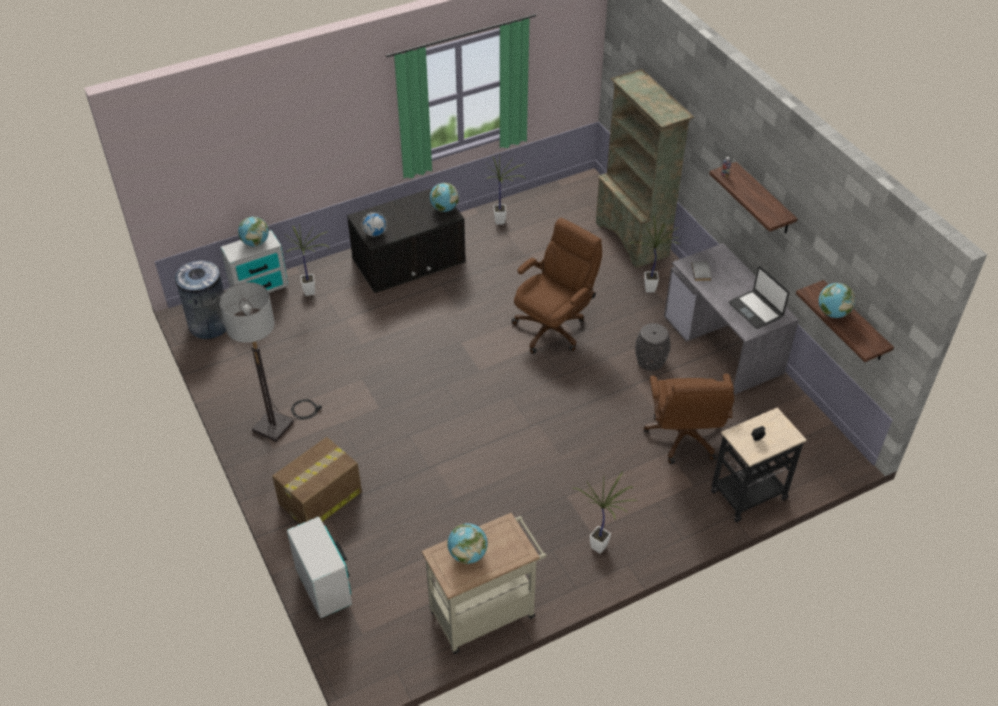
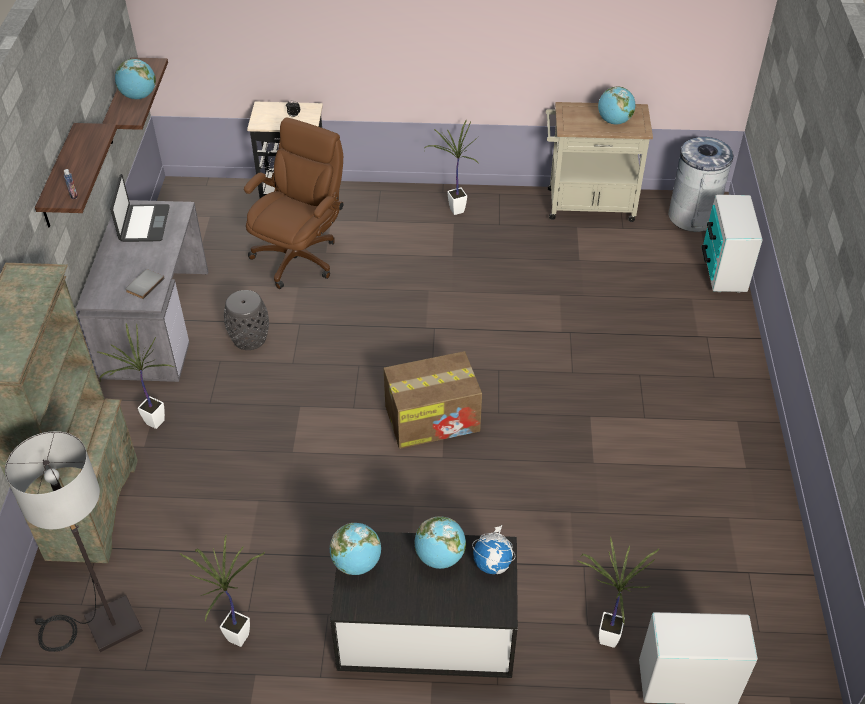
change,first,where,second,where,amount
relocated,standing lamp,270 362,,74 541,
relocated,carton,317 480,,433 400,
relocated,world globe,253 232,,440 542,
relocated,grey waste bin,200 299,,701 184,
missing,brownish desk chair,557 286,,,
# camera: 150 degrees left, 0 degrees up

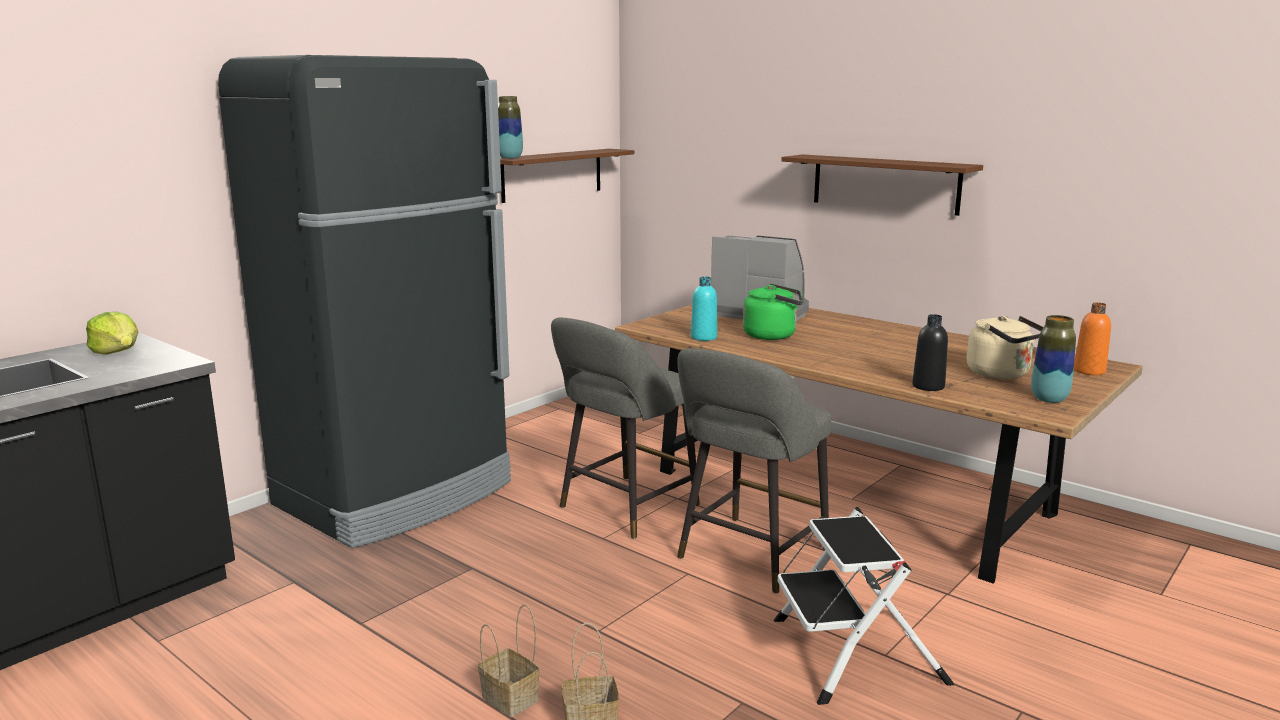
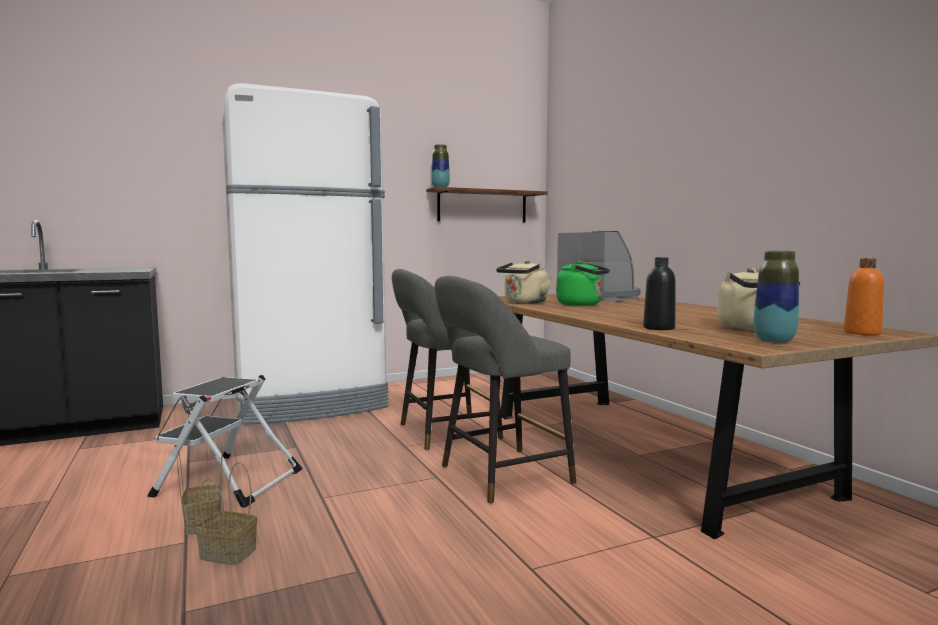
change,first,where,second,where,amount
relocated,stepladder,864 606,,225 441,
colour,black-coloured fridge,364 301,white fridge,305 254,
exchanged,turquoise beverage bottle,704 309,beige-coloured kettle,524 282,
missing,head of lettuce,112 333,,,
missing,brownish shelf,882 185,,,
# camera: 25 degrees right, 10 degrees down

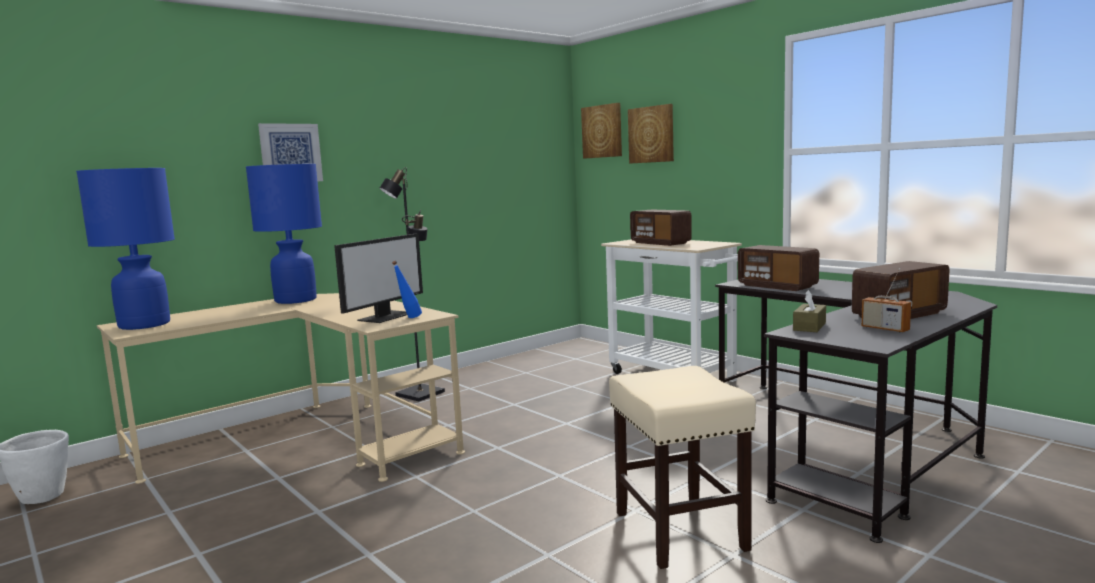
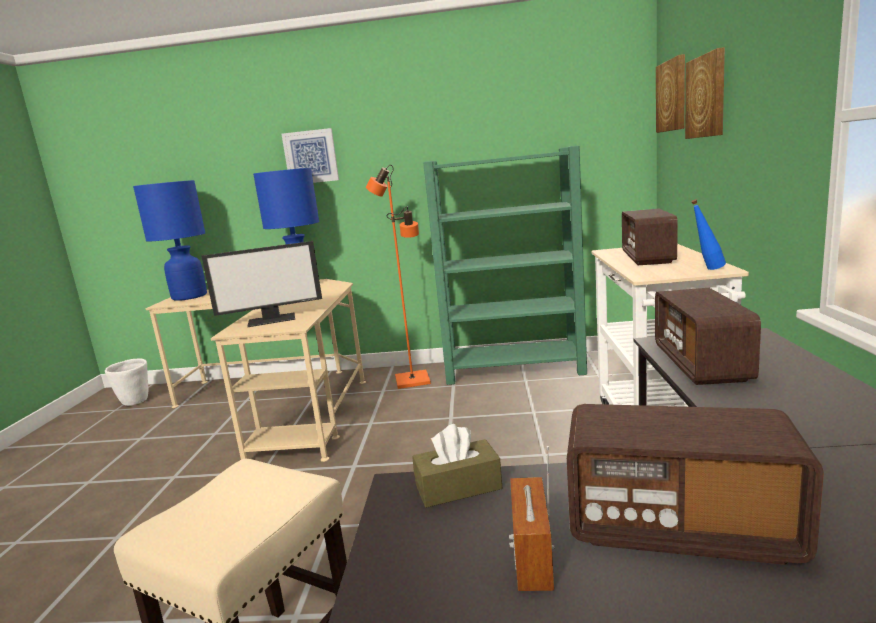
change,first,where,second,where,amount
colour,black-coloured standing lamp,412 284,orangey standing lamp,398 277,
appeared,,,green-coloured bookcase,505 265,
relocated,bluish beverage bottle,407 289,,708 234,
# camera: 45 degrees right, 5 degrees up

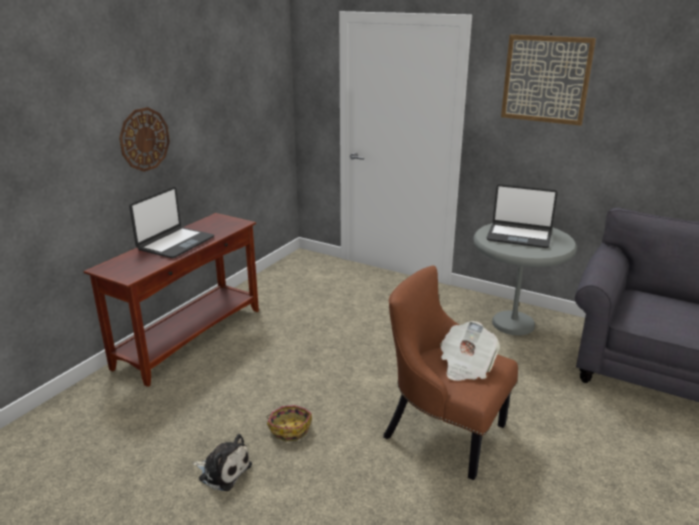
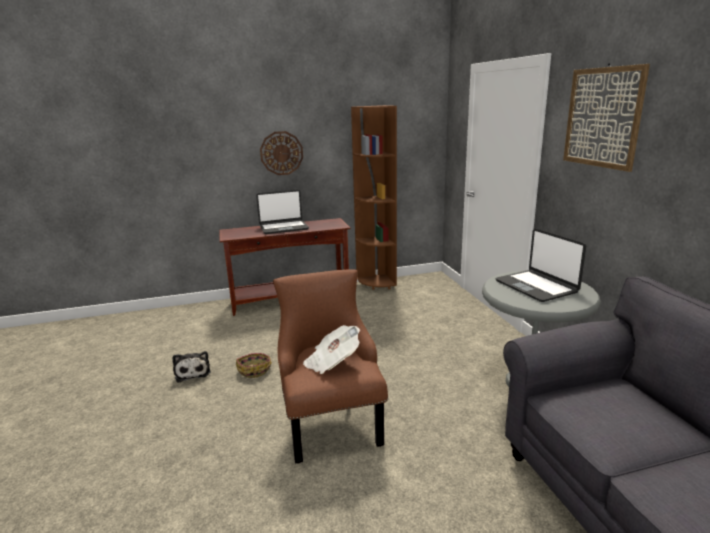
change,first,where,second,where,amount
appeared,,,brownish bookcase,374 197,
# camera: 45 degrees right, 5 degrees down

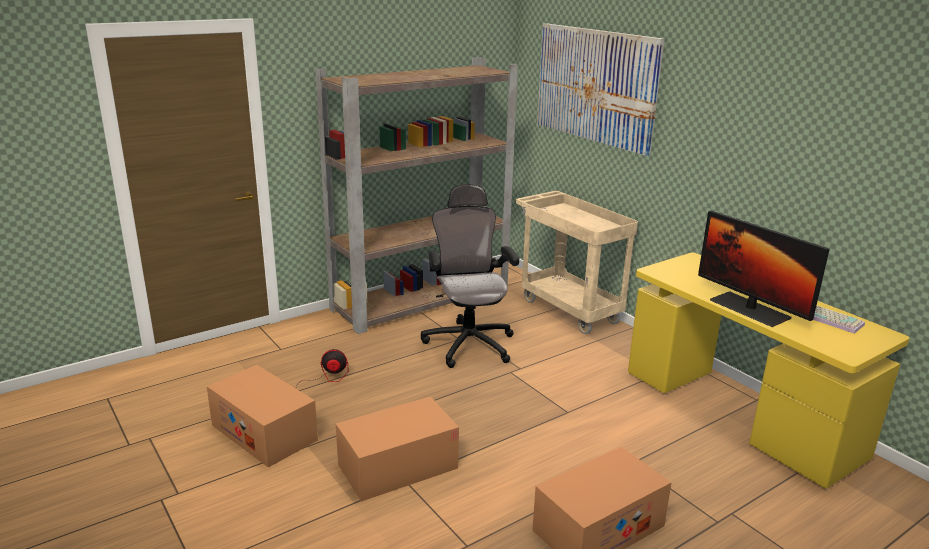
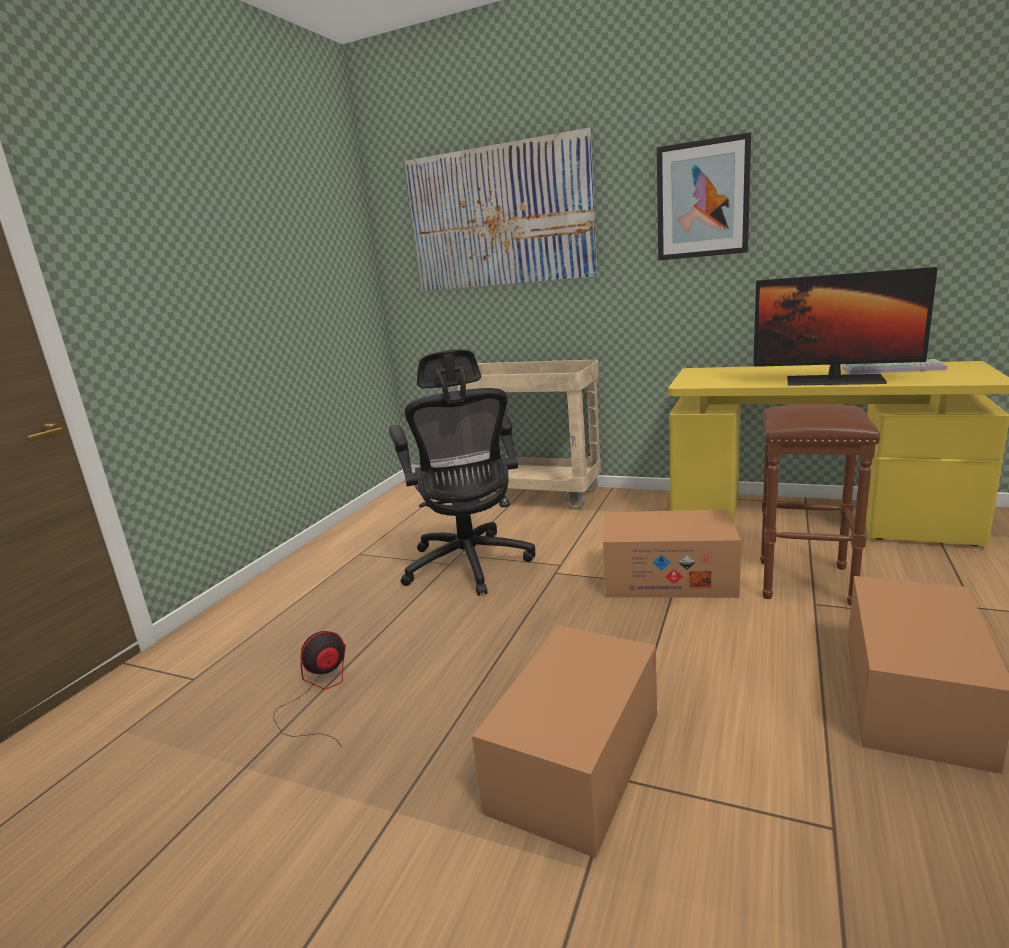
change,first,where,second,where,amount
spun,desk chair,470 276,,462 472,150 degrees counterclockwise
relocated,carton,262 416,,672 553,
appeared,,,picture,704 196,
appeared,,,brownish stool seat,820 505,
missing,brownish bookcase,416 195,,,
# camera: 30 degrees left, 5 degrees down

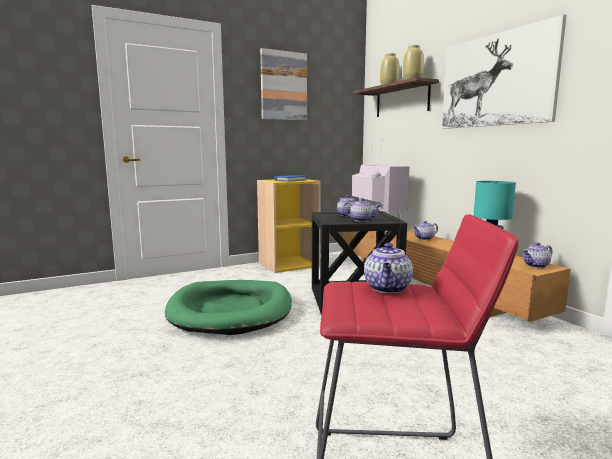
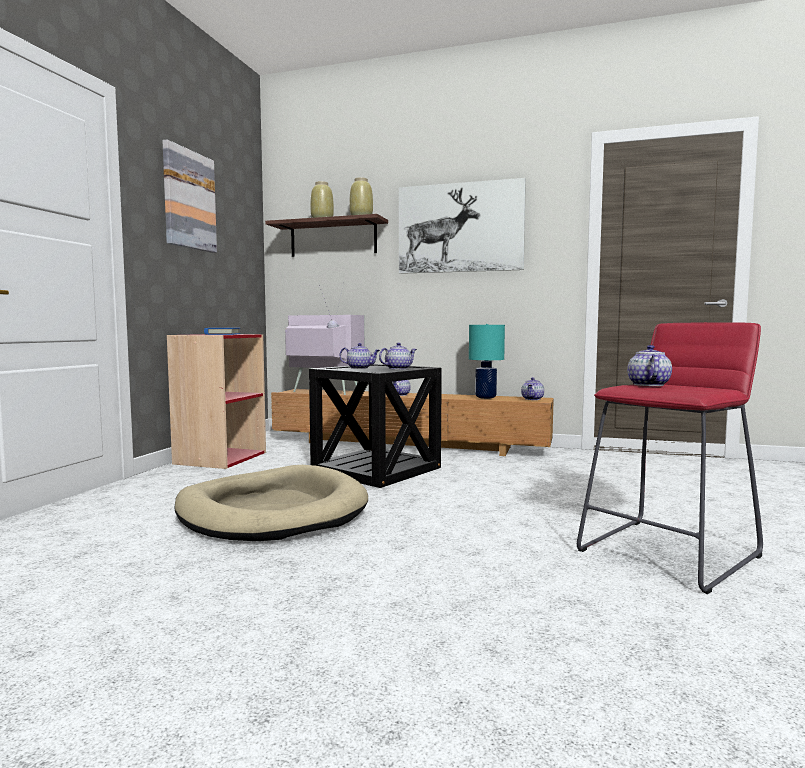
change,first,where,second,where,amount
colour,yellowish bookcase,289 226,red-coloured bookcase,216 401,
colour,green-coloured dog cushion,228 307,beige-coloured dog cushion,271 503,
spun,teapot,388 268,,649 365,135 degrees counterclockwise
# camera: 45 degrees left, 5 degrees down

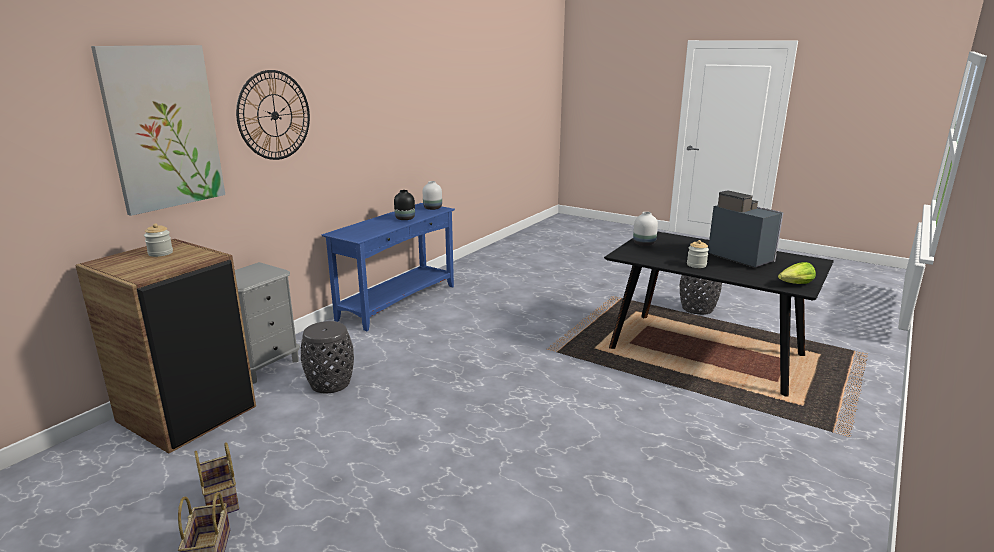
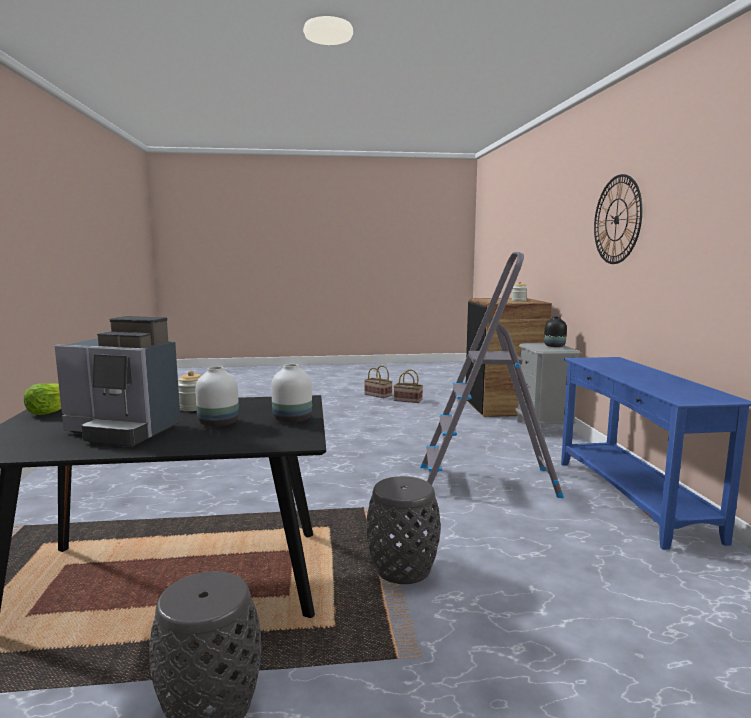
change,first,where,second,where,amount
relocated,white decorative vase,432 195,,217 396,
relocated,grey stool seat,327 357,,403 530,
appeared,,,grey stepladder,492 375,
relocated,black-coloured decorative vase,404 205,,555 332,
missing,picture,158 130,,,
# camera: 140 degrees right, 10 degrees down

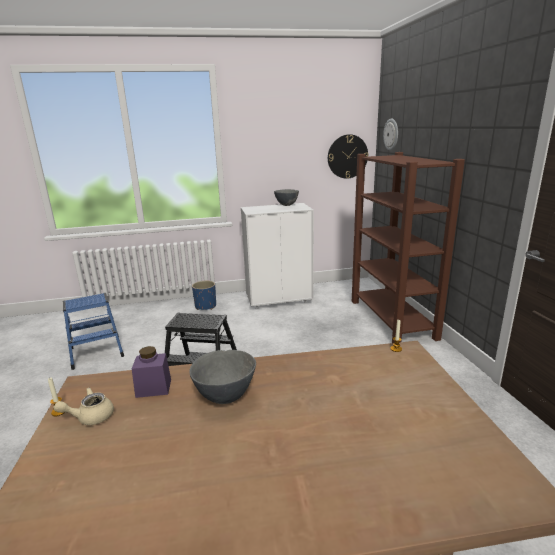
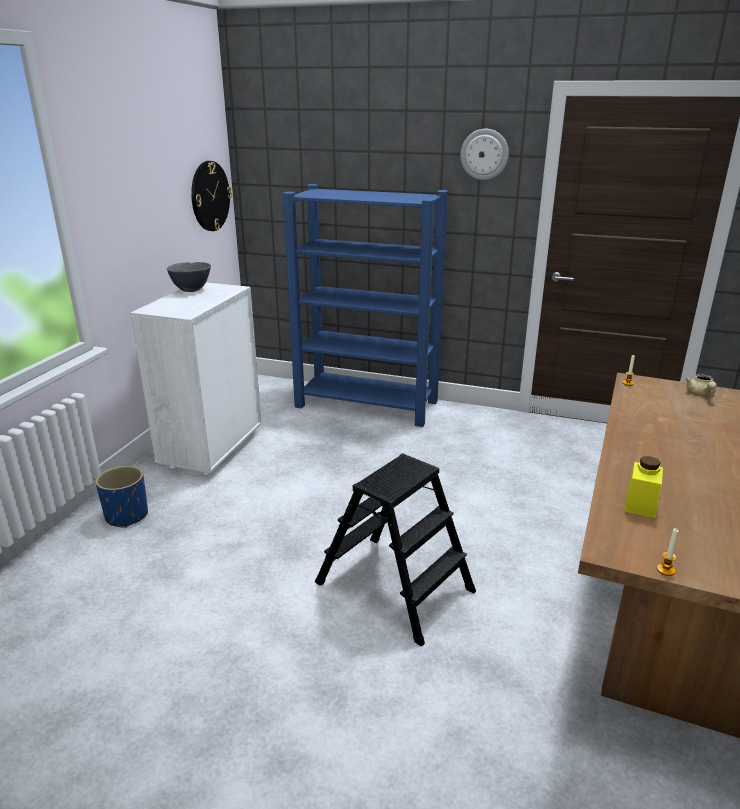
change,first,where,second,where,amount
colour,brownish bookcase,408 247,bluish bookcase,365 305,
relocated,clock on the wall,390 134,,484 154,
colour,purple preserve jar,151 372,yellowish preserve jar,643 487,
relocated,beige-coloured teapot,83 406,,701 384,
missing,bluish stepladder,93 331,,,
missing,grey bowl,222 377,,,
# camera: 60 degrees left, 5 degrees up

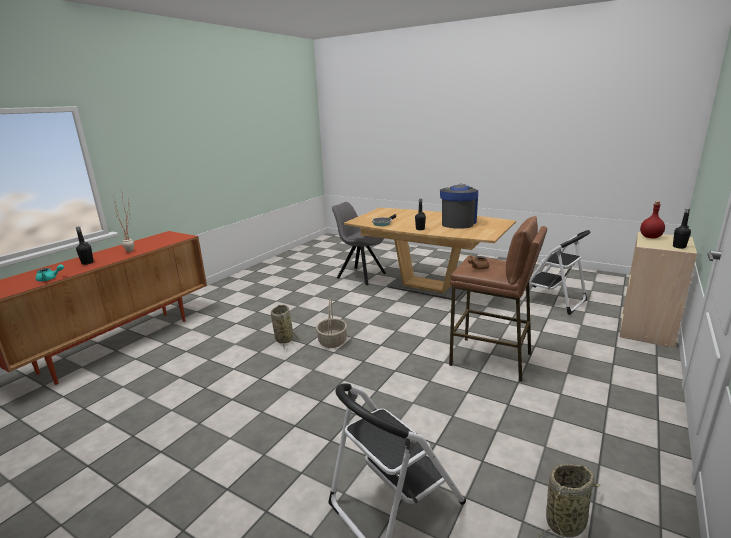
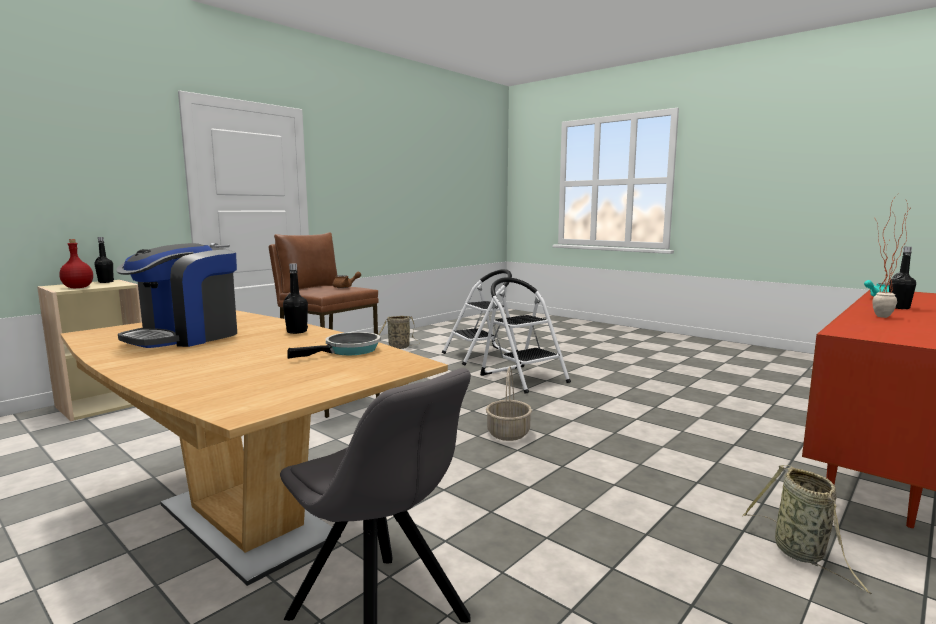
change,first,where,second,where,amount
relocated,stepladder,560 272,,525 335,
relocated,basket,286 327,,807 529,
# camera: 170 degrees left, 10 degrees down

